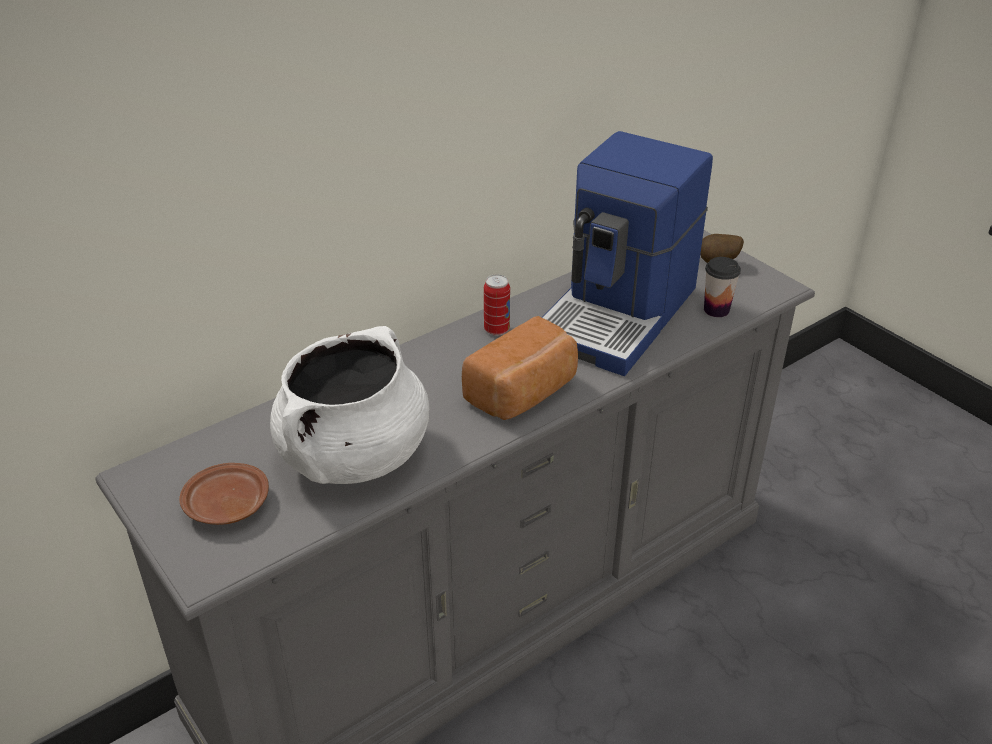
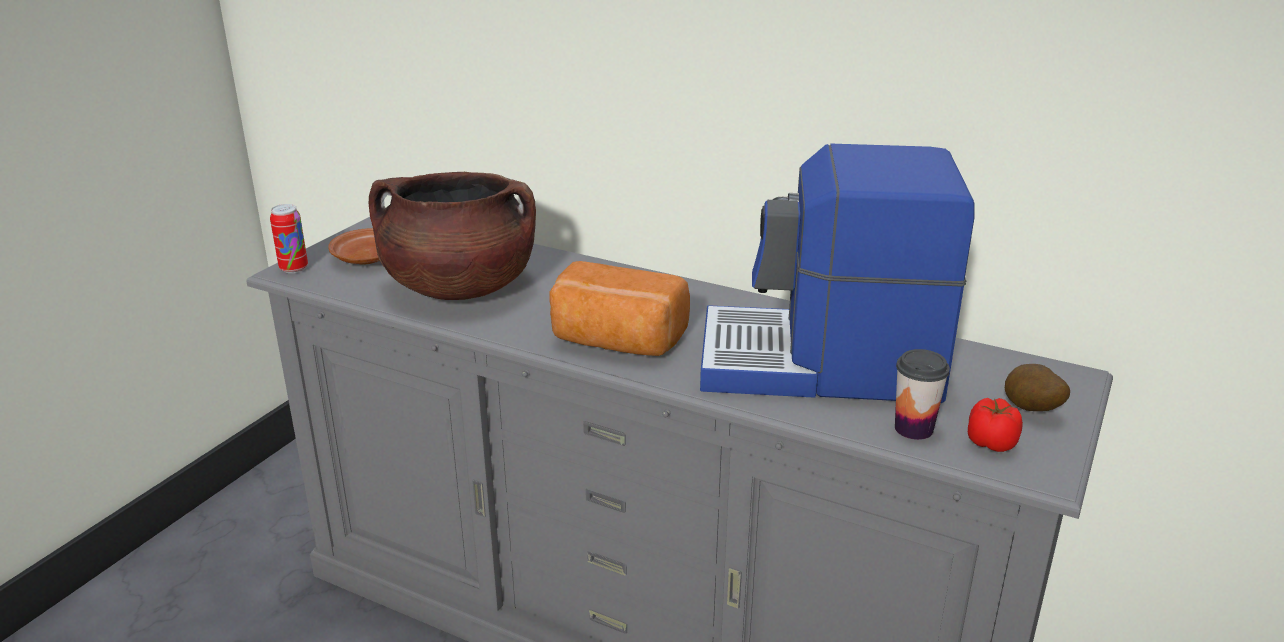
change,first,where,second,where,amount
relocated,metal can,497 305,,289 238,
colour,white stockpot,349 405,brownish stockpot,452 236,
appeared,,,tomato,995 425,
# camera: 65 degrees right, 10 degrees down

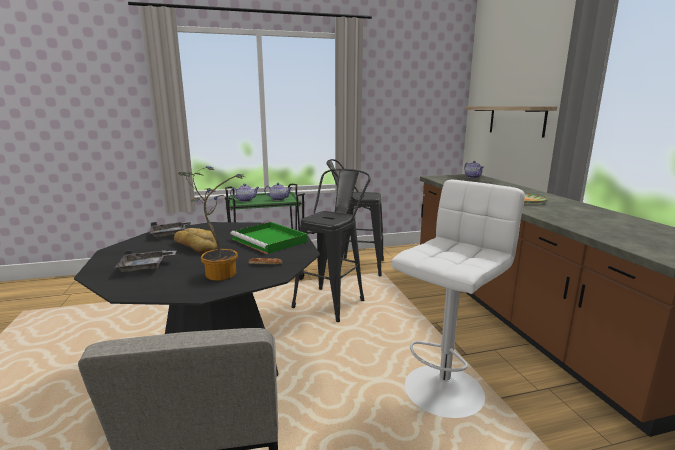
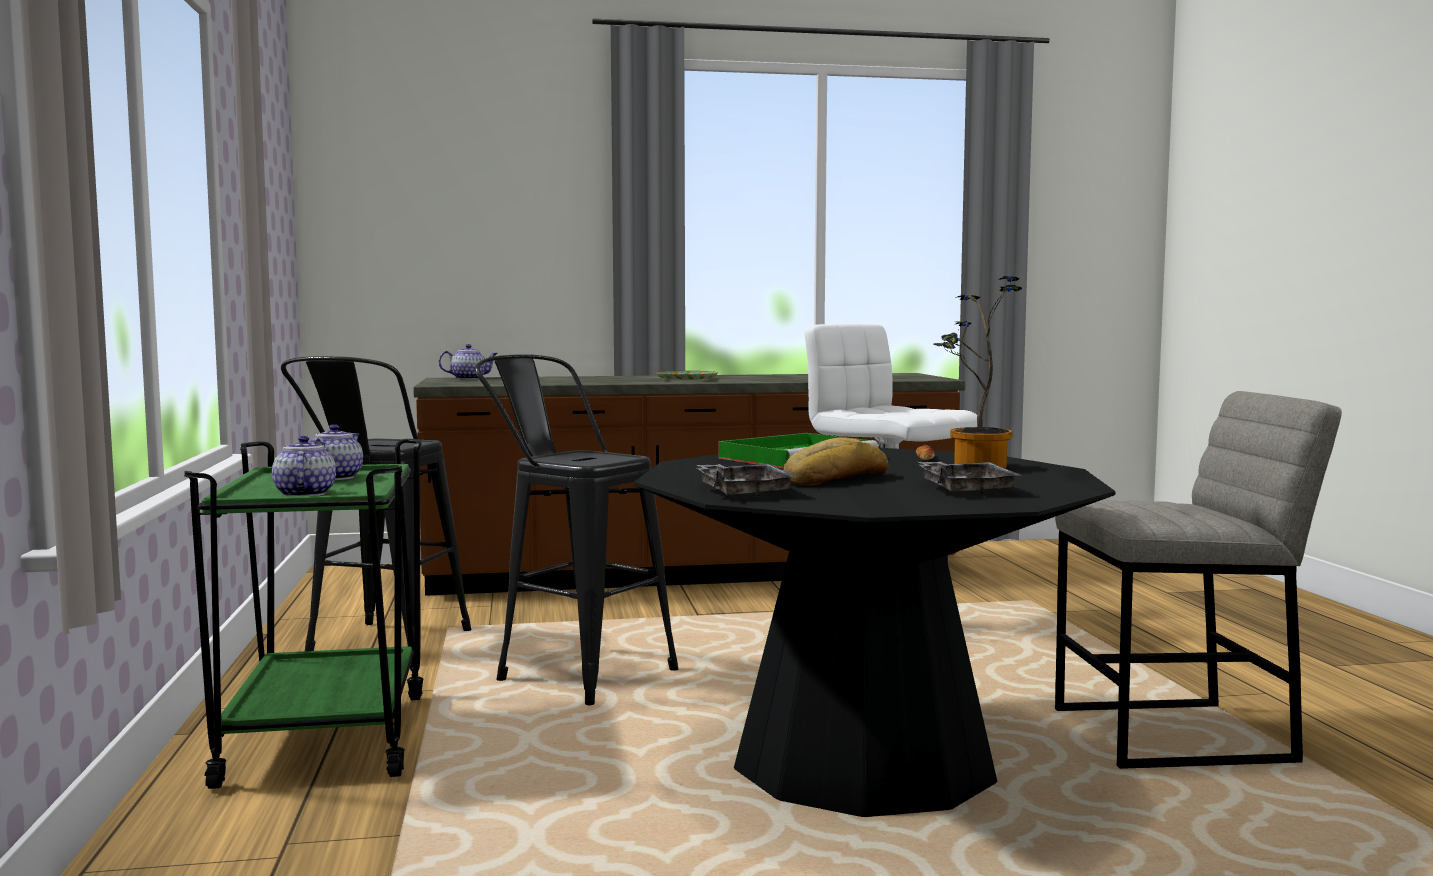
change,first,where,second,where,amount
missing,shelf,511 122,,,
# camera: 85 degrees left, 10 degrees down

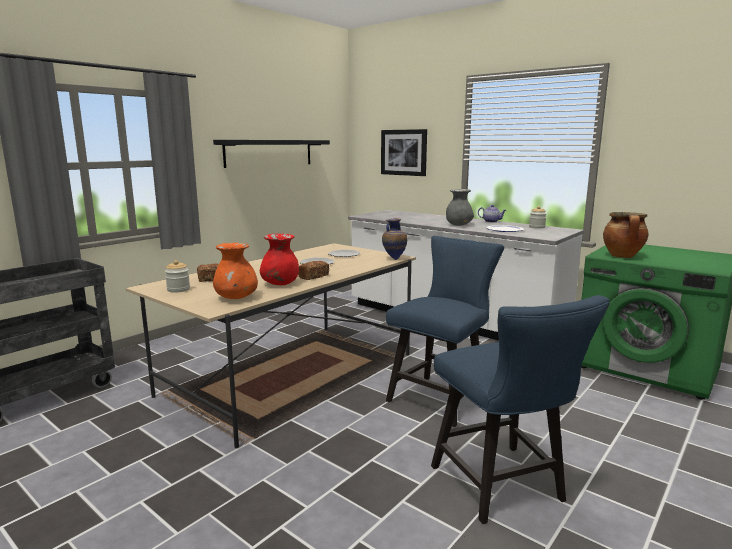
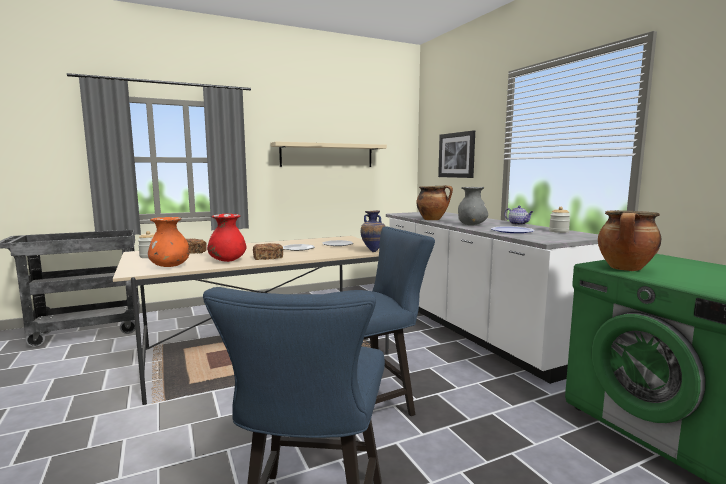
change,first,where,second,where,amount
colour,black-coloured shelf,271 154,beige-coloured shelf,328 154,
appeared,,,stockpot,434 202,
# camera: 25 degrees right, 5 degrees down

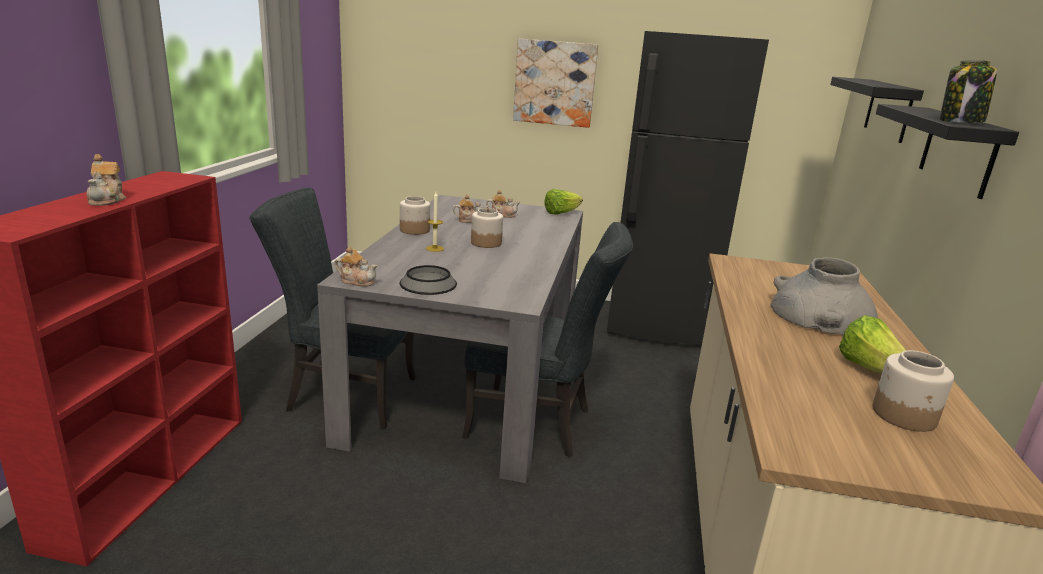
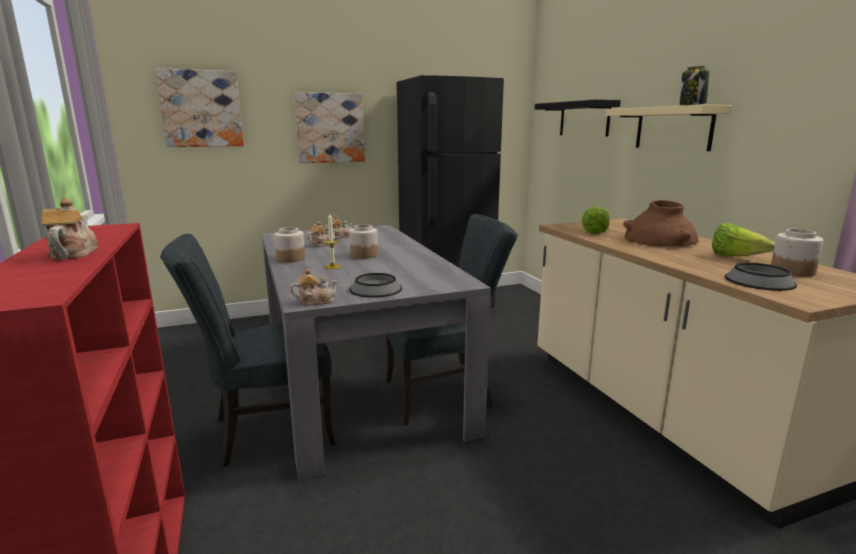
change,first,where,second,where,amount
spun,teapot,106 180,,69 228,150 degrees counterclockwise
appeared,,,picture,199 107,
relocated,head of lettuce,563 202,,595 220,
colour,black-coloured shelf,947 151,beige-coloured shelf,668 128,
colour,grey decorative vase,824 296,brownish decorative vase,660 223,
appeared,,,bowl,761 277,
# camera: 30 degrees left, 5 degrees down

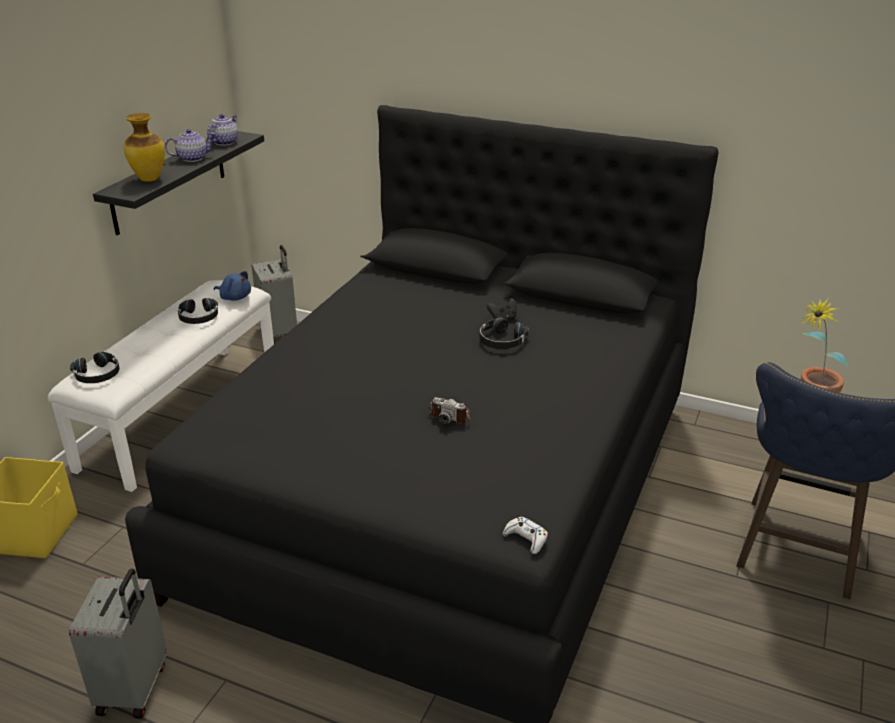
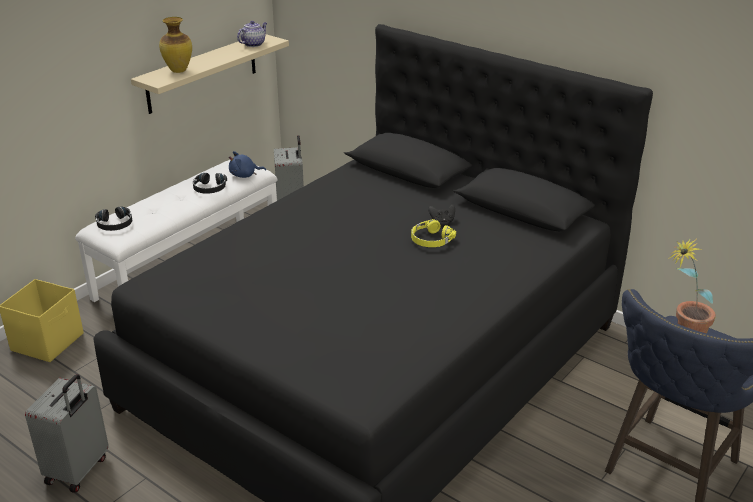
change,first,where,second,where,amount
colour,black-coloured shelf,178 183,beige-coloured shelf,210 74,
spun,bluish cuddly toy,232 286,,247 164,120 degrees clockwise
colour,black-coloured headset,504 333,yellowish headset,433 233,
missing,teapot,190 145,,,
missing,still camera,449 410,,,
missing,white game controller,525 535,,,
# camera: 15 degrees right, 0 degrees up

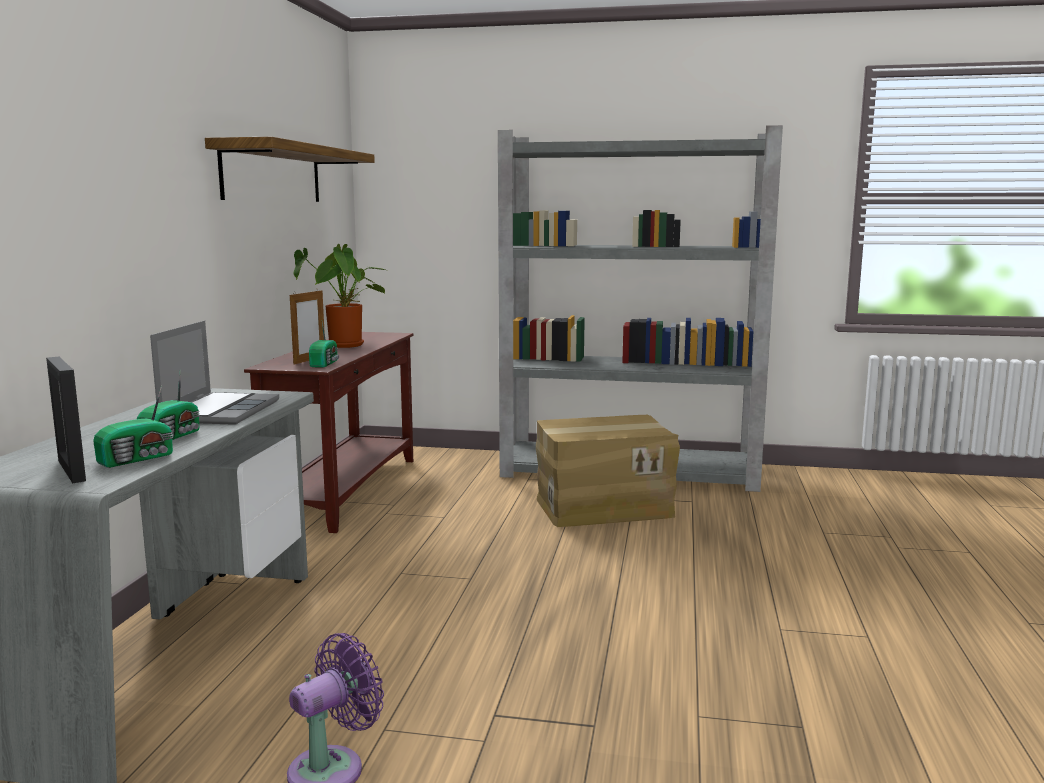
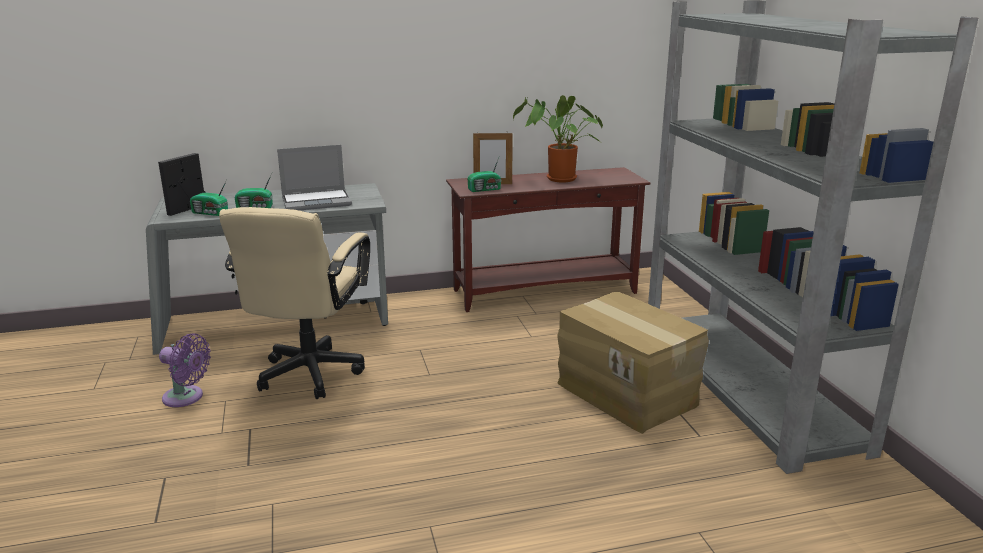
change,first,where,second,where,amount
appeared,,,beige-coloured desk chair,294 303,
missing,shelf,290 169,,,
# camera: 65 degrees right, 10 degrees up

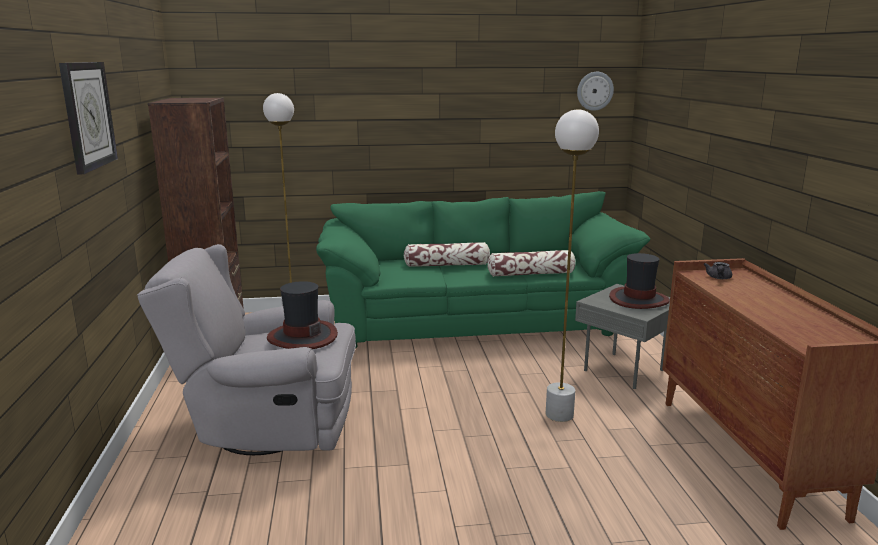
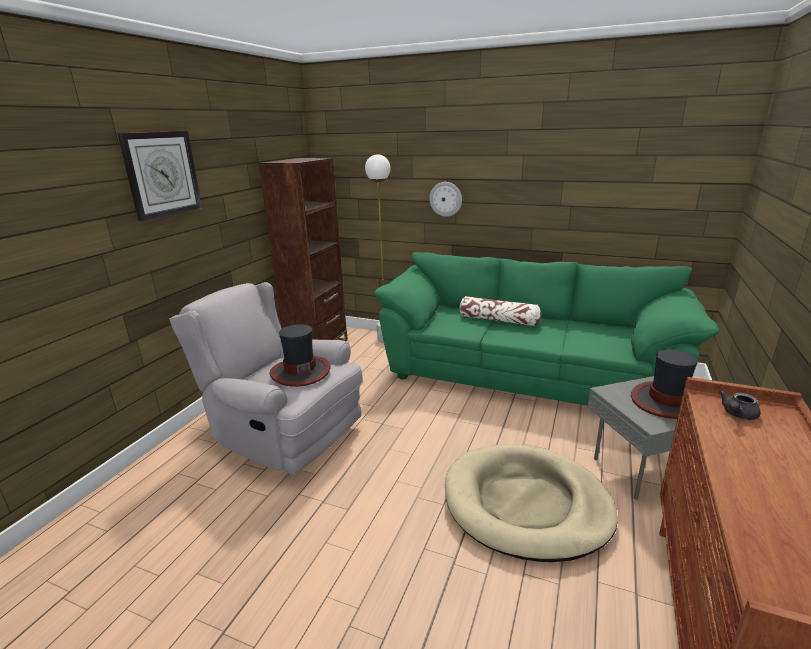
change,first,where,second,where,amount
relocated,clock on the wall,595 91,,445 199,
exchanged,white standing lamp,572 266,beige-coloured dog cushion,531 503,
missing,throw pillow,531 263,,,
# camera: 30 degrees right, 5 degrees up

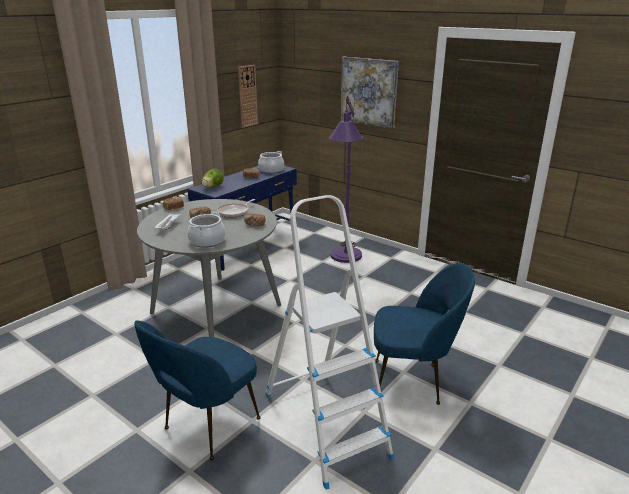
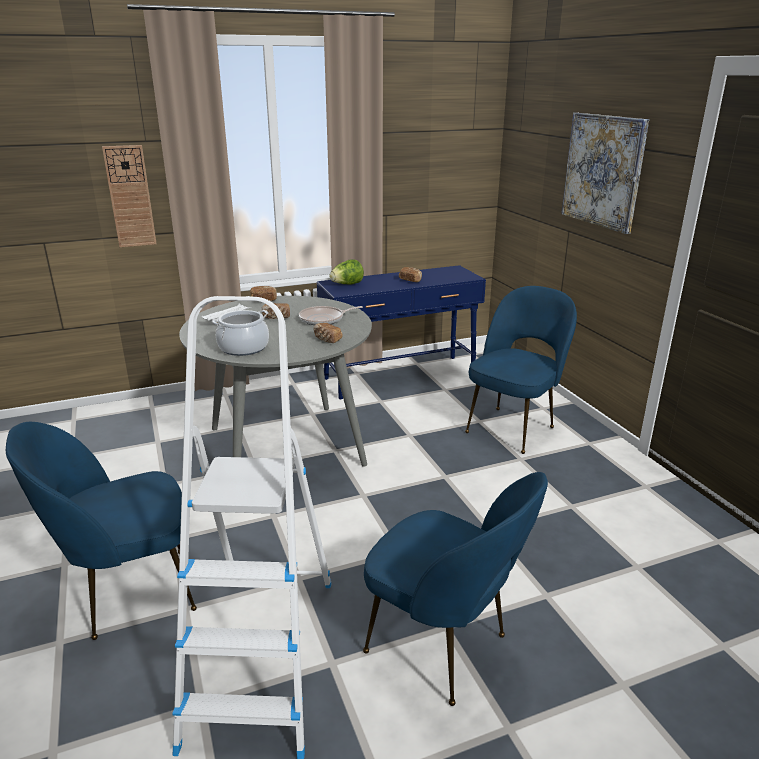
change,first,where,second,where,amount
relocated,clock on the wall,248 96,,129 196,
exchanged,purple standing lamp,346 179,bluish plain chair,521 370,
missing,stockpot,271 162,,,
# camera: 30 degrees right, 0 degrees up

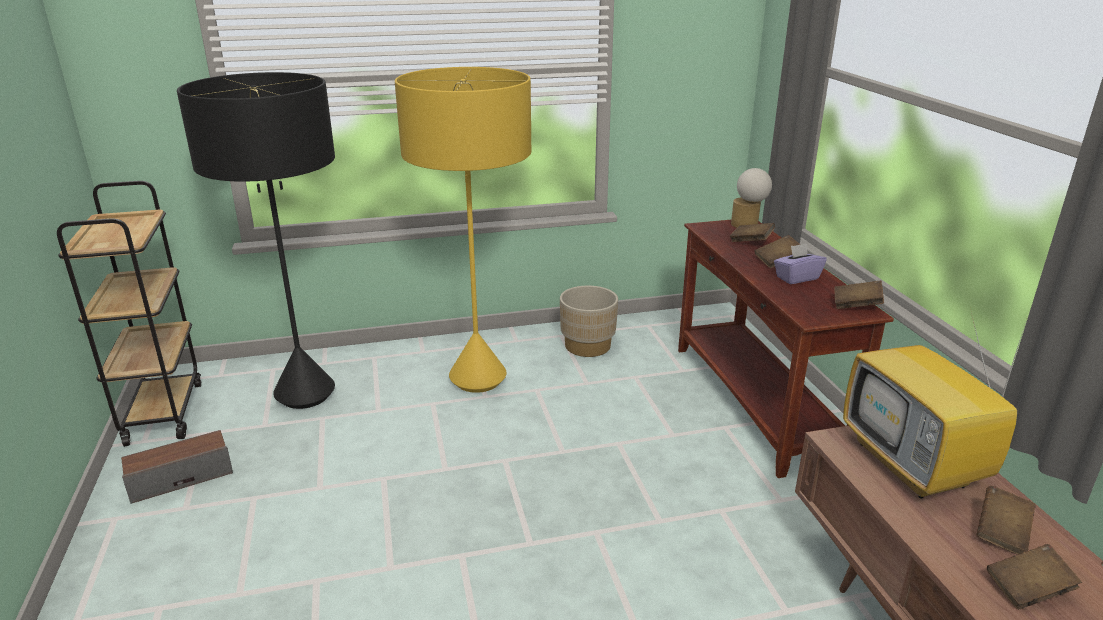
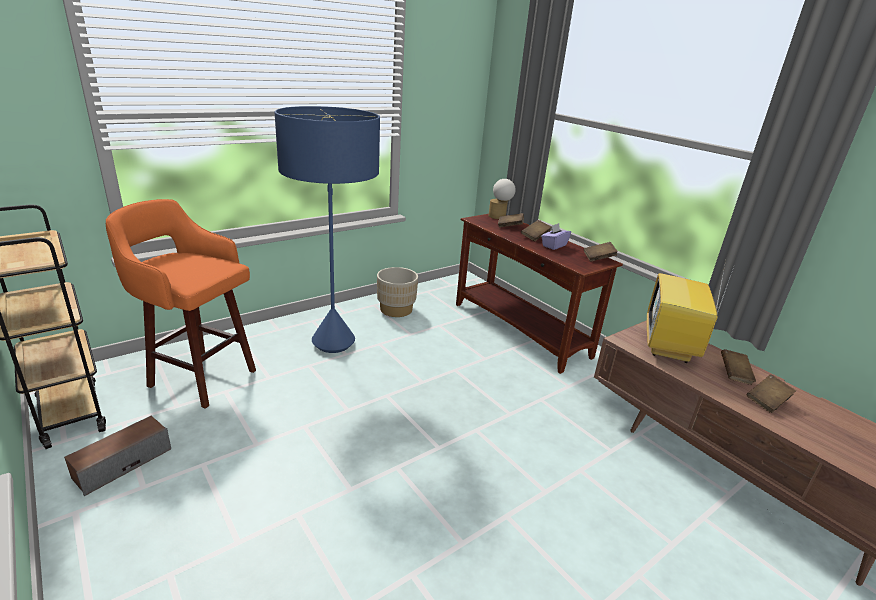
change,first,where,second,where,amount
exchanged,black-coloured standing lamp,256 240,orangey stool seat,181 304,
colour,yellowish standing lamp,463 230,bluish standing lamp,327 229,
spun,TV set,934 405,,690 312,60 degrees clockwise
# camera: 25 degrees left, 0 degrees up

